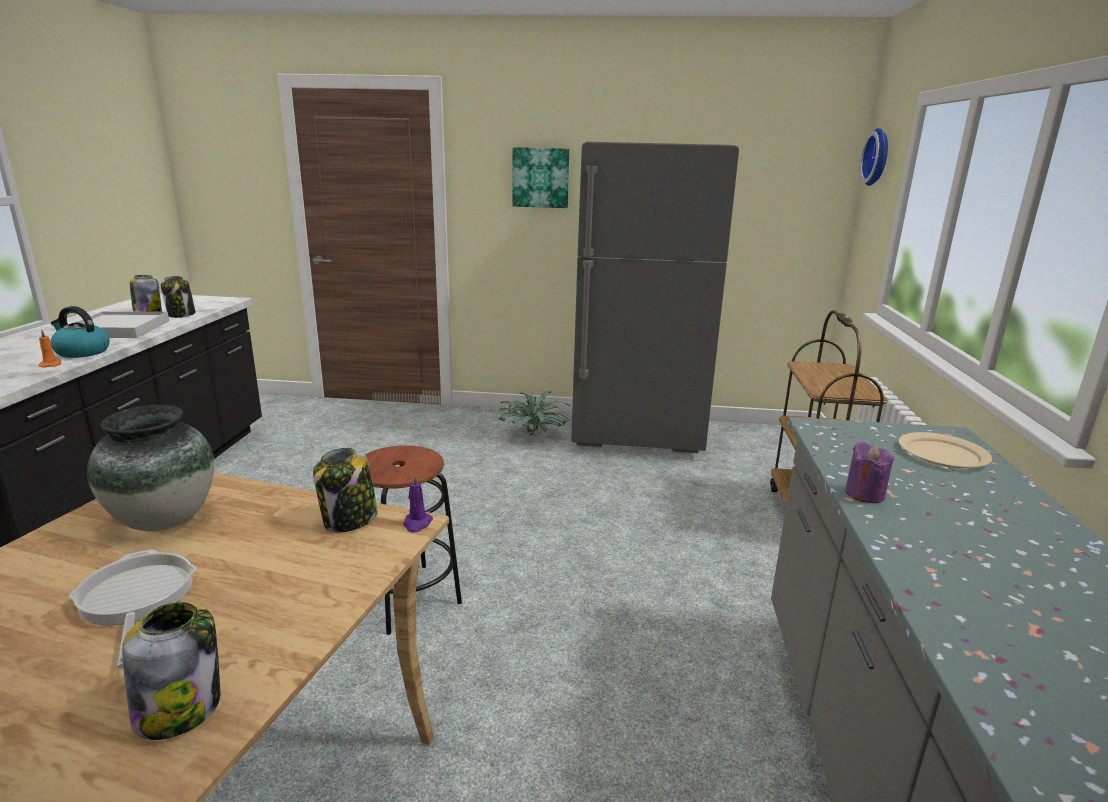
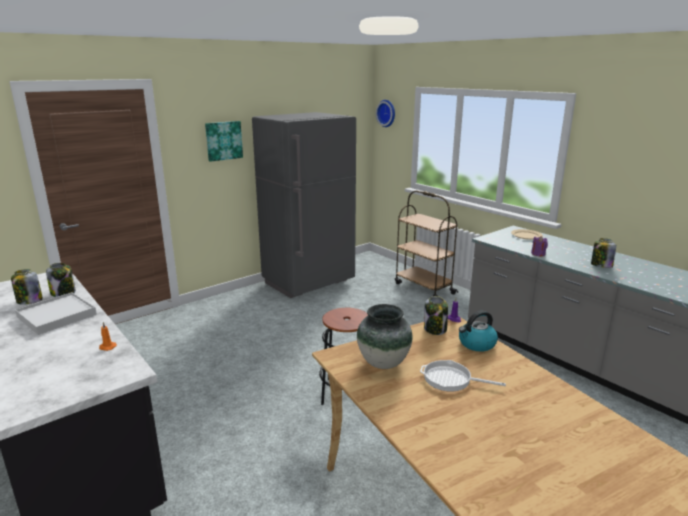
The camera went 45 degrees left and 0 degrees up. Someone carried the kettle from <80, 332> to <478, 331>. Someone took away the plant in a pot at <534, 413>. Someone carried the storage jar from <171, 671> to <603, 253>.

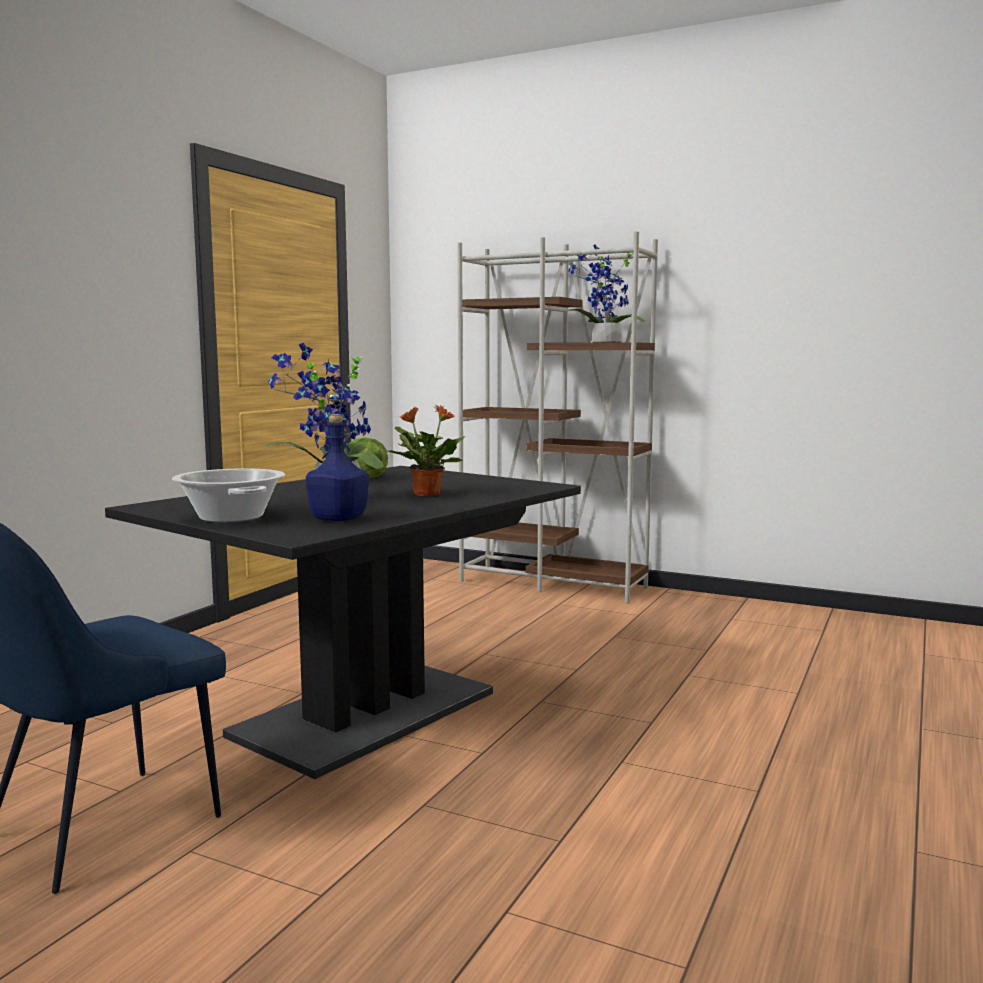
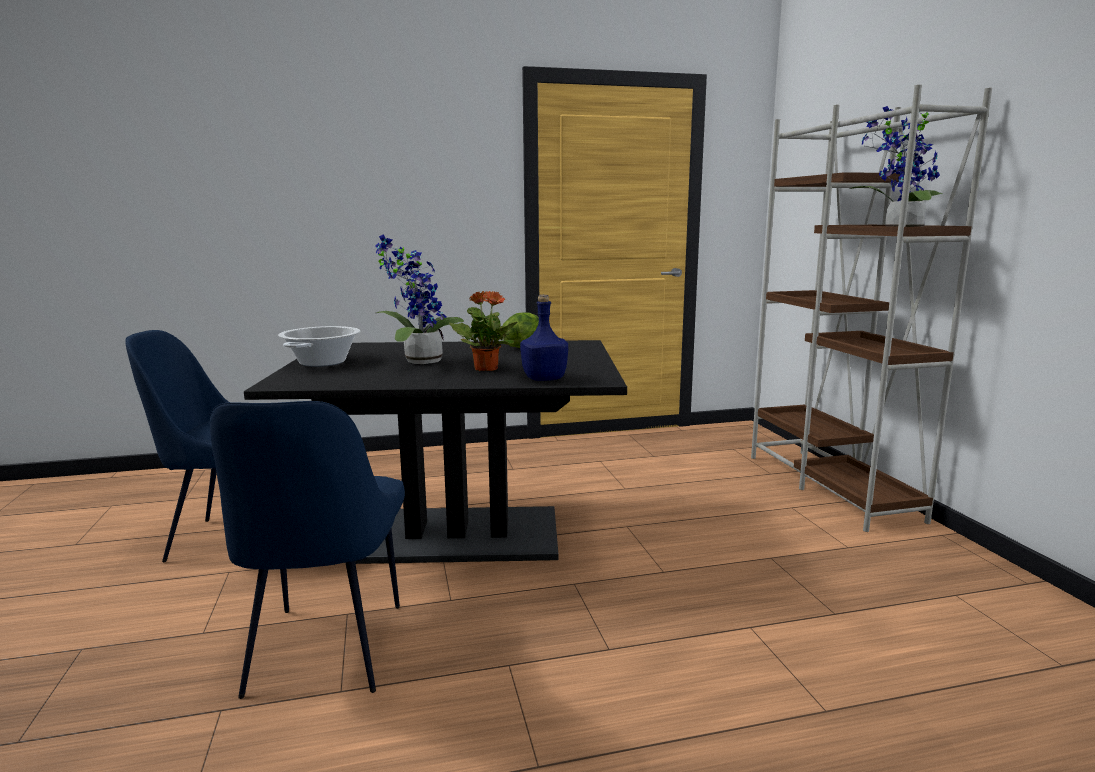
The camera went 50 degrees right and 5 degrees up. Someone carried the blue-coloured beverage bottle from <337, 467> to <544, 338>. Someone put down the blue-coloured plain chair at <307, 550>.

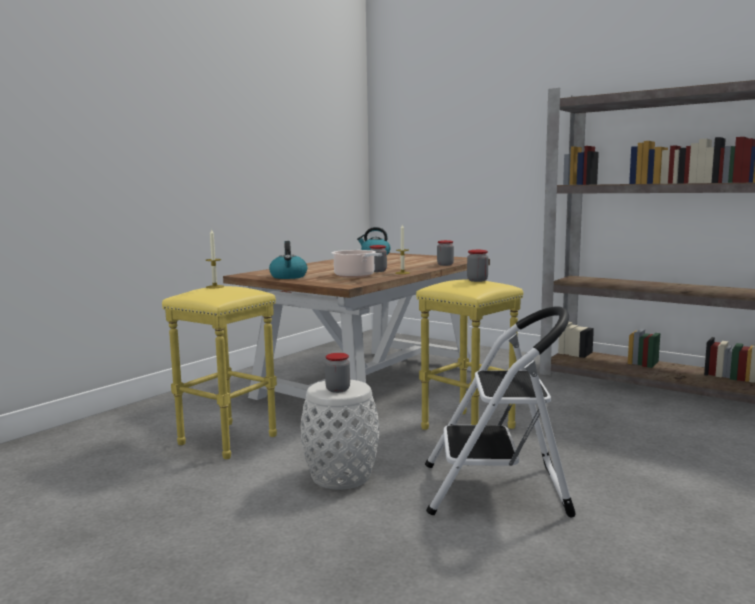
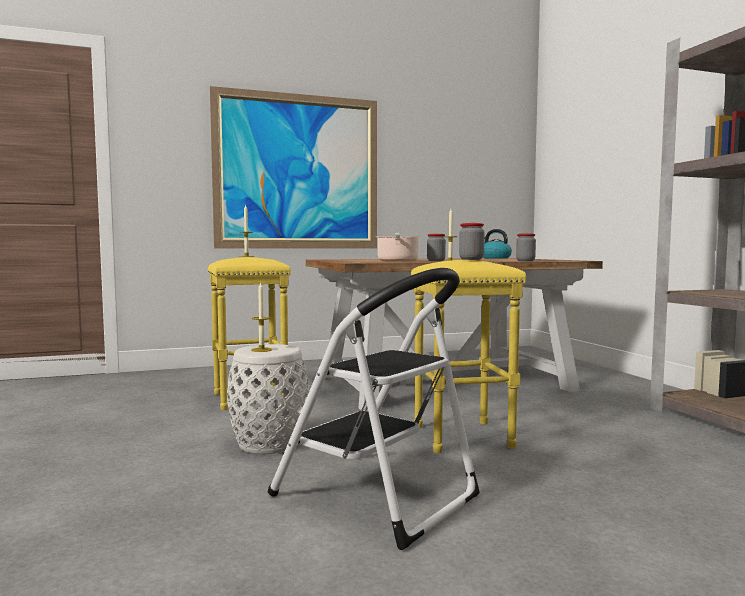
The camera went 35 degrees right and 5 degrees down. Someone took away the kettle at <288, 260>. Someone swapped the storage jar at <337, 373> for the wax light at <262, 317>. Someone put up the wall picture at <293, 167>.

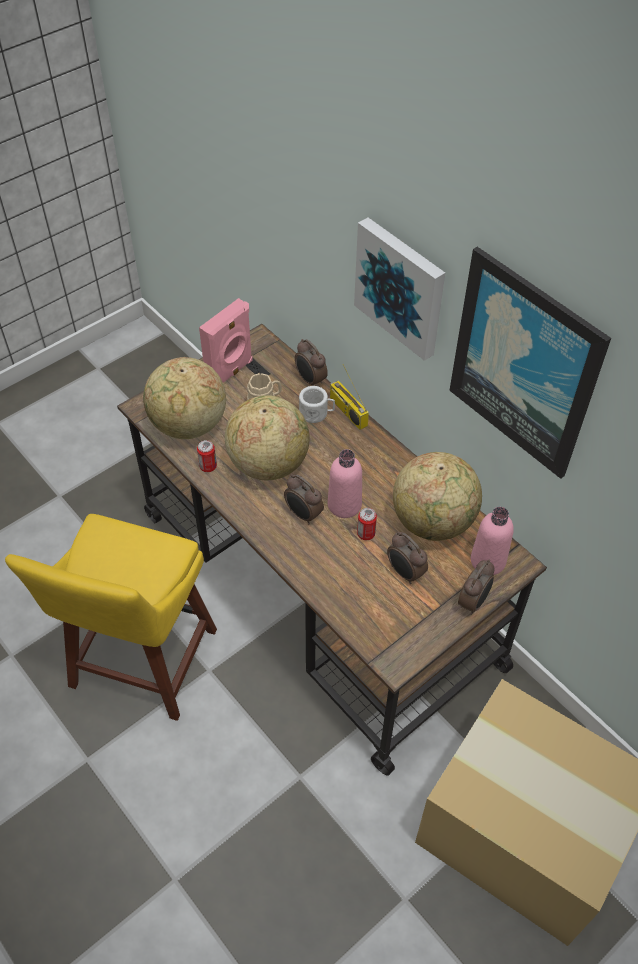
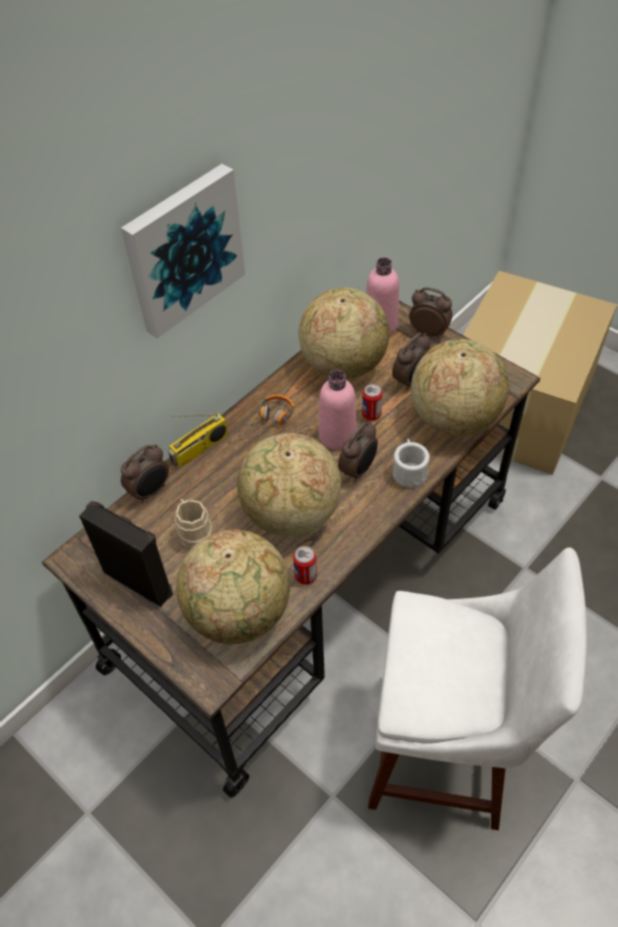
The camera went 95 degrees left and 0 degrees up. Someone took away the wall picture at <530, 363>. Someone repainted the pinkish speaker at <226, 340>, which became the blackish speaker at <126, 554>. Someone carried the white-coloured tea mug from <317, 404> to <411, 463>. Someone repainted the yellowish plain chair at <111, 617>, which became the white-coloured plain chair at <477, 689>. Someone put down the desk globe at <460, 387>. Someone put down the headset at <265, 417>.

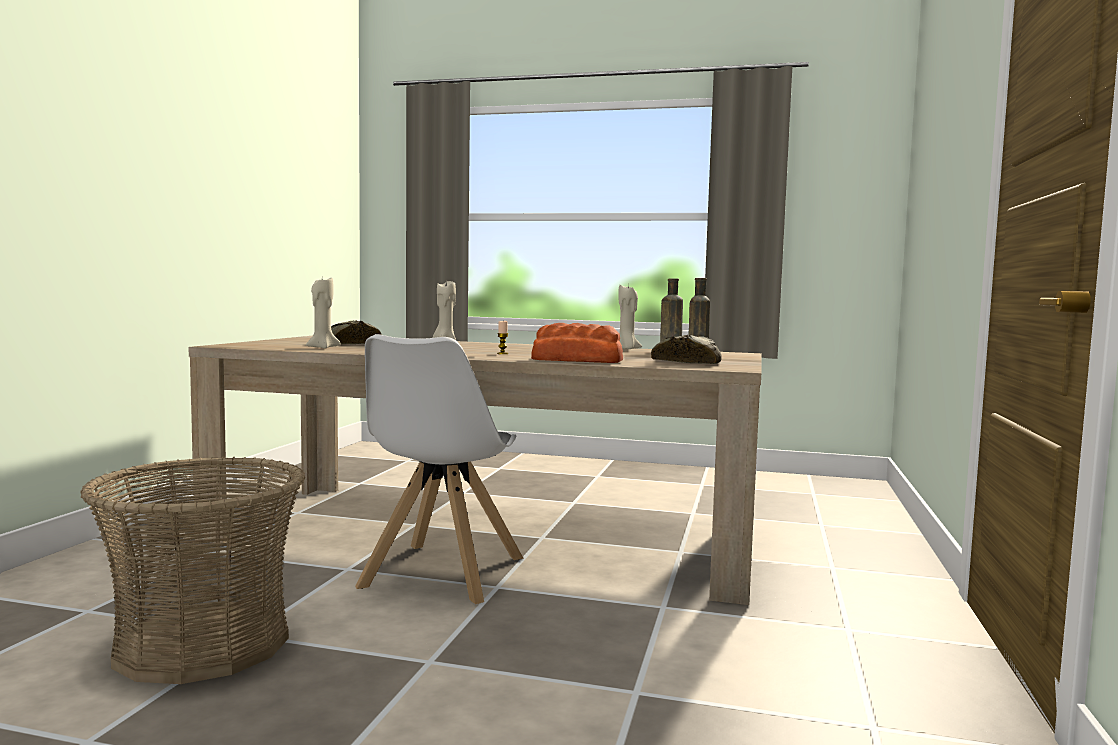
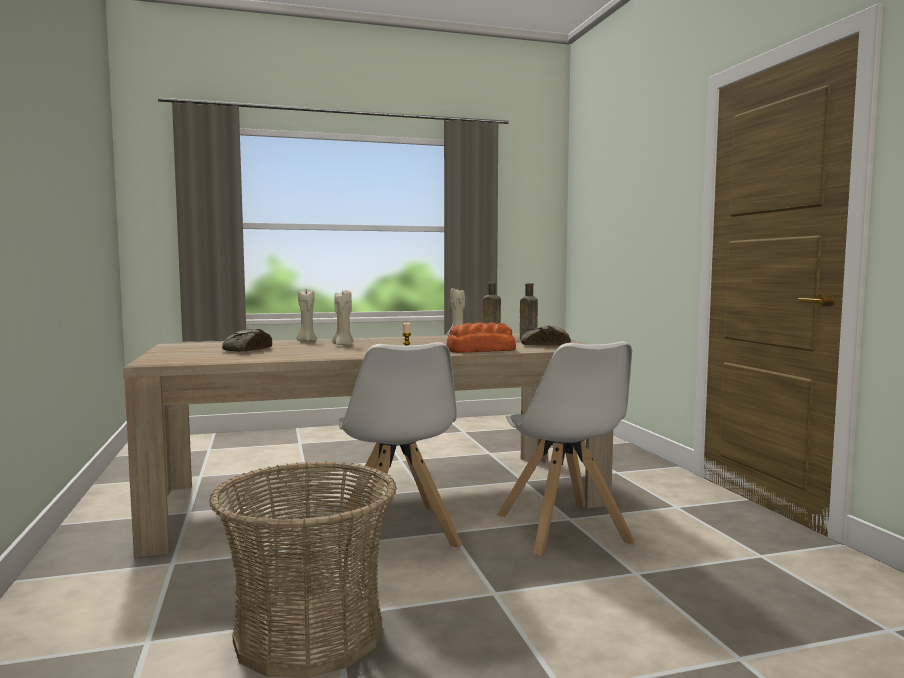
The camera went 30 degrees left and 0 degrees up. Someone carried the beige wax light from <323, 313> to <342, 318>. Someone put down the plain chair at <566, 448>.

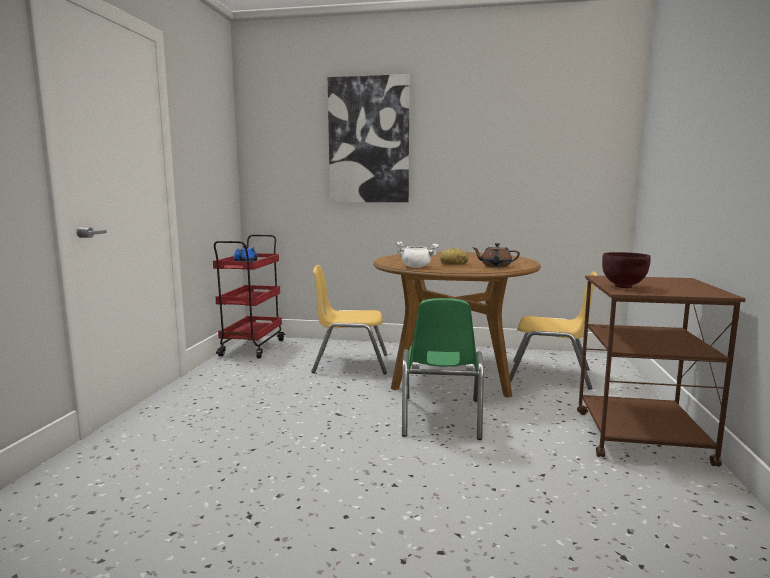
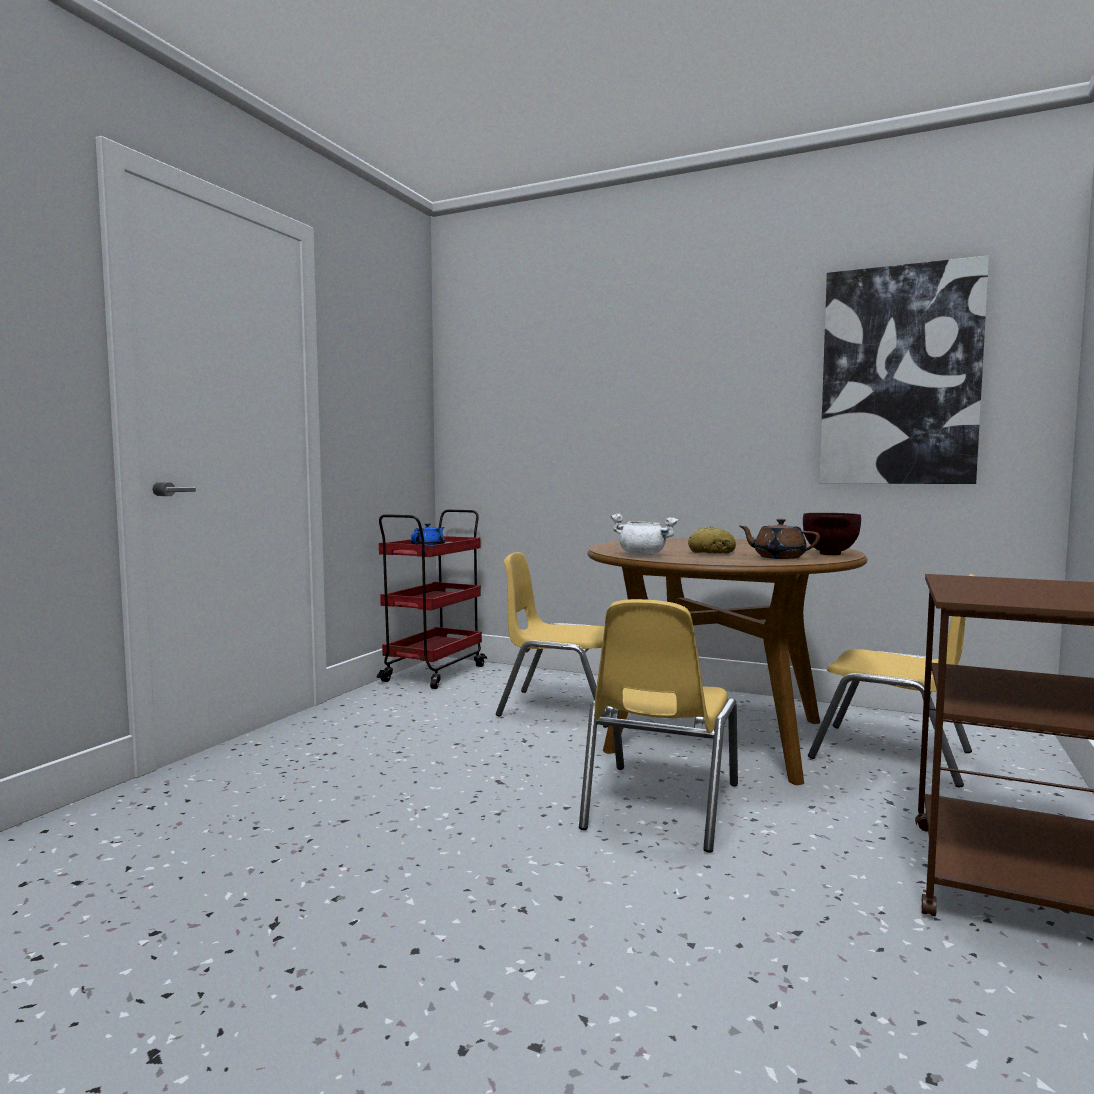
The camera went 15 degrees right and 5 degrees down. Someone carried the wall picture from <369, 138> to <904, 369>. Someone carried the brownish deep dish from <626, 270> to <832, 534>. Someone repainted the green-coloured plain chair at <443, 369>, which became the yellowish plain chair at <658, 726>.

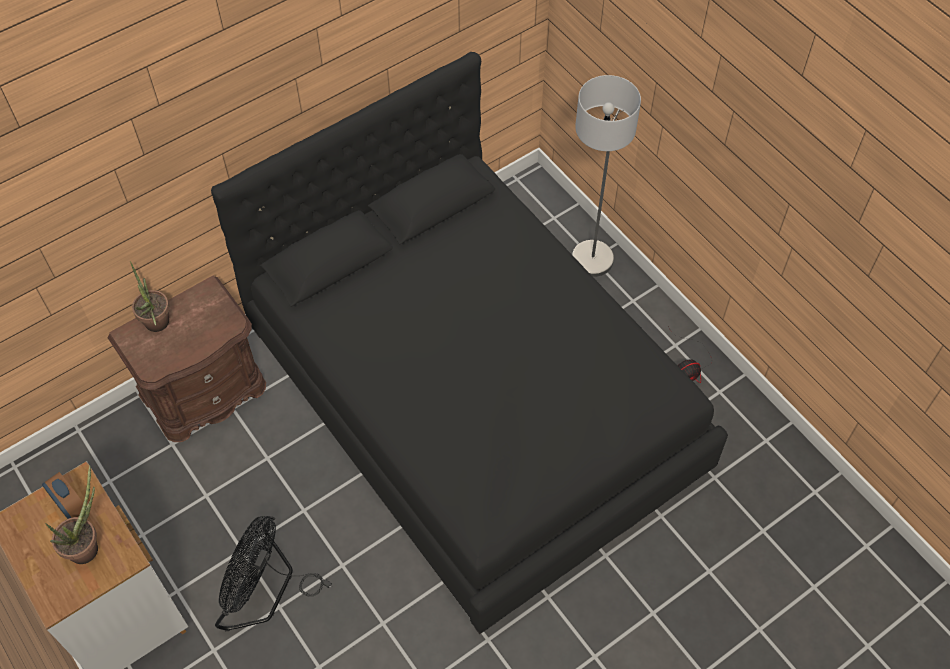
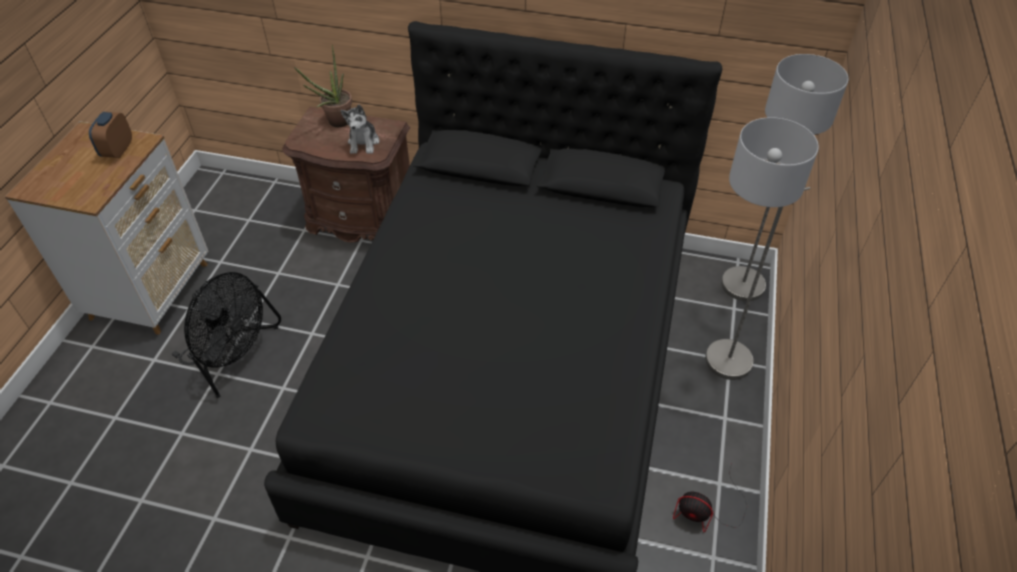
The camera went 50 degrees right and 10 degrees down. Someone took away the plant in a pot at <71, 514>. Someone rotated the blackish electric fan at <273, 574> by 135 degrees clockwise. Someone put down the grey standing lamp at <784, 177>. Someone put down the soft toy at <359, 129>.

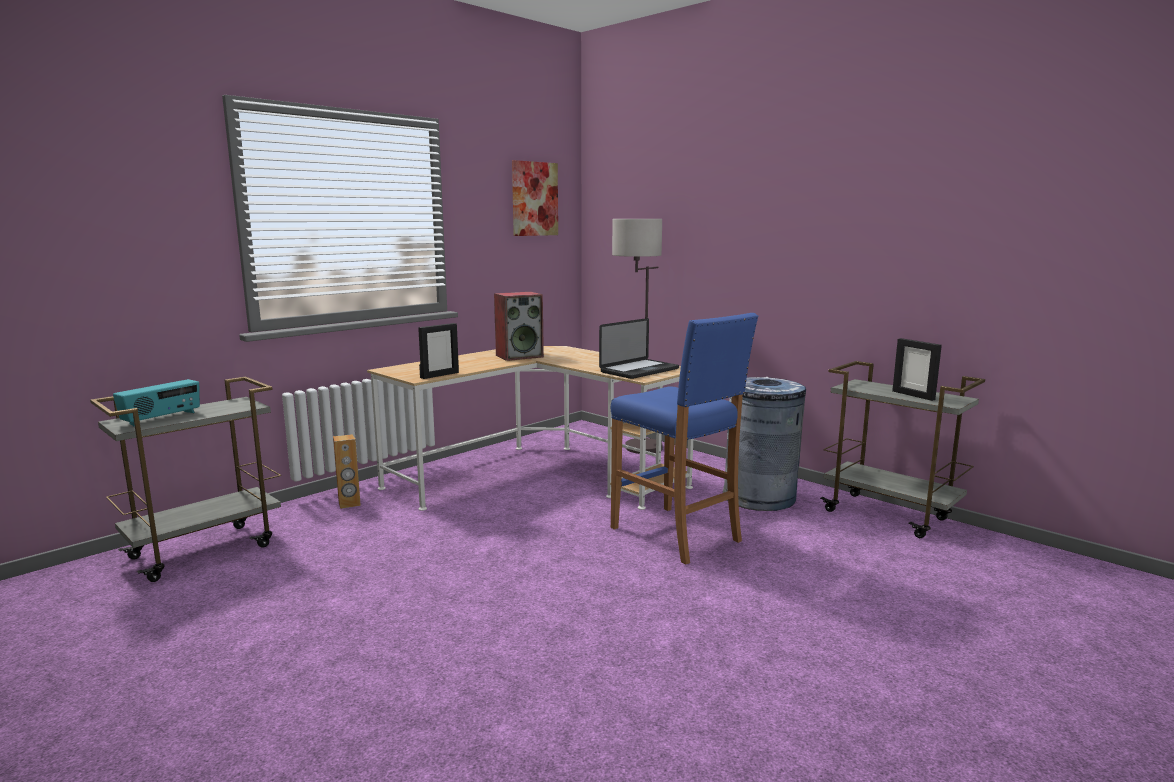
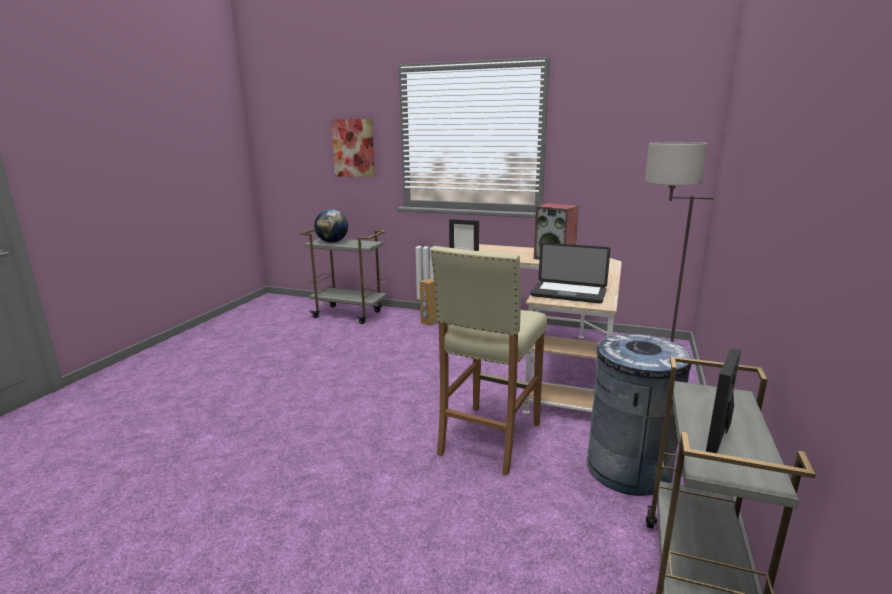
The camera went 65 degrees right and 5 degrees up. Someone carried the wall picture from <535, 198> to <353, 148>. Someone repainted the blue-coloured stool at <684, 438>, which became the beige stool at <489, 361>. Someone swapped the radio set at <156, 402> for the desk globe at <331, 226>.

